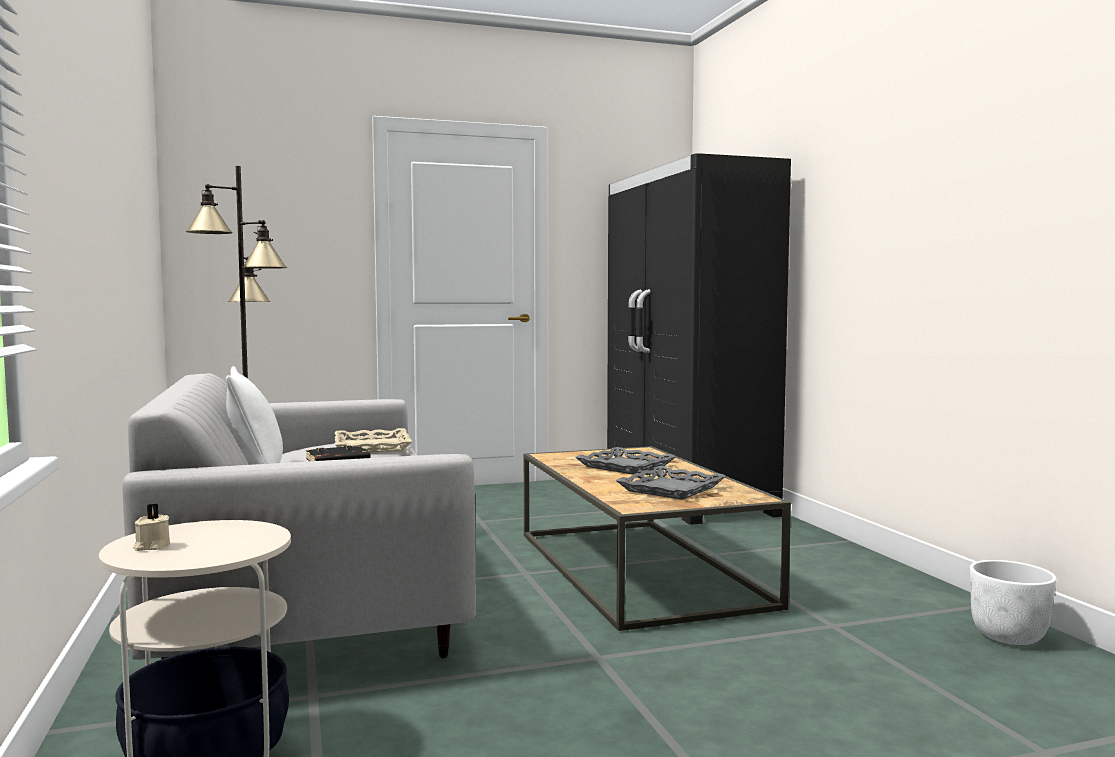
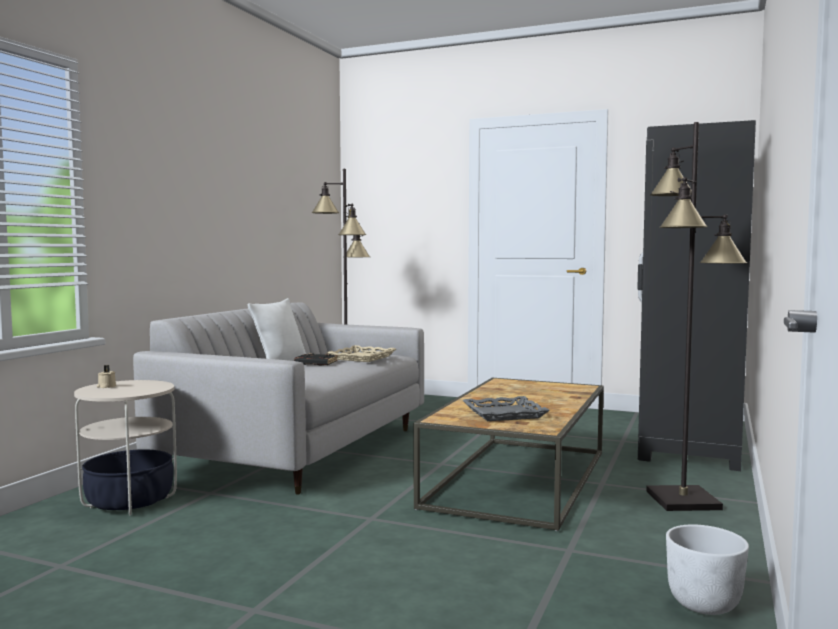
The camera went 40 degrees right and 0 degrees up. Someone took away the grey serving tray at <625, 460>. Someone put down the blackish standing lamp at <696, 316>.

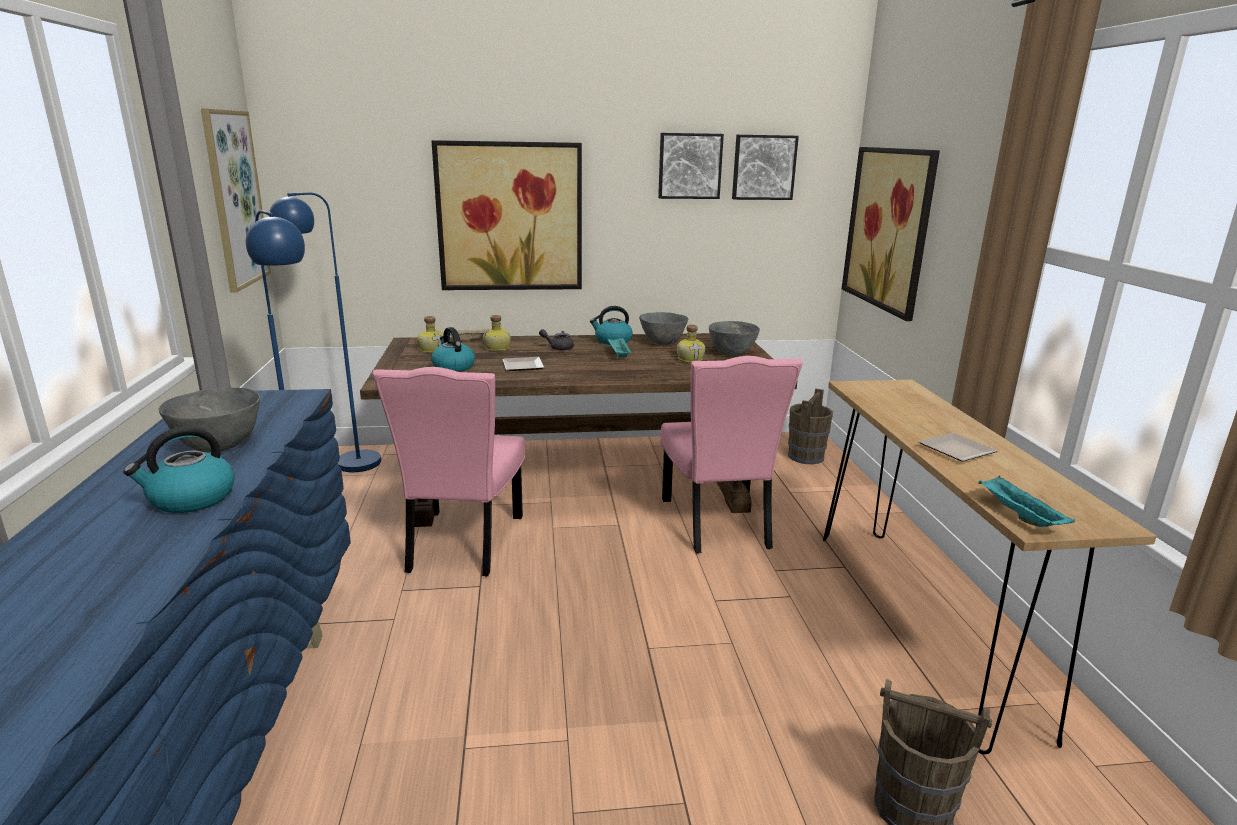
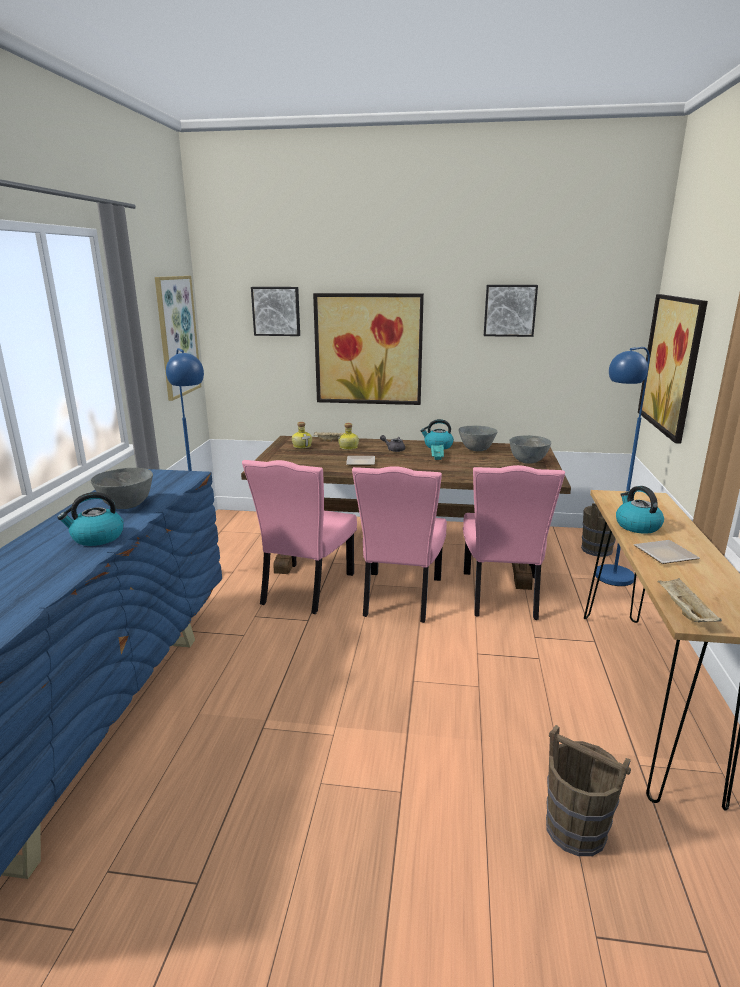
The camera went 15 degrees right and 0 degrees up. Someone carried the wall picture from <765, 167> to <275, 311>. Someone carried the blue-coloured standing lamp from <325, 332> to <622, 466>. Someone took away the beverage bottle at <691, 343>. Someone carried the kettle from <453, 349> to <640, 510>. Someone repainted the blue-green serving tray at <1026, 501>, which became the beige serving tray at <690, 600>. Someone put down the pinkish plain chair at <399, 544>.

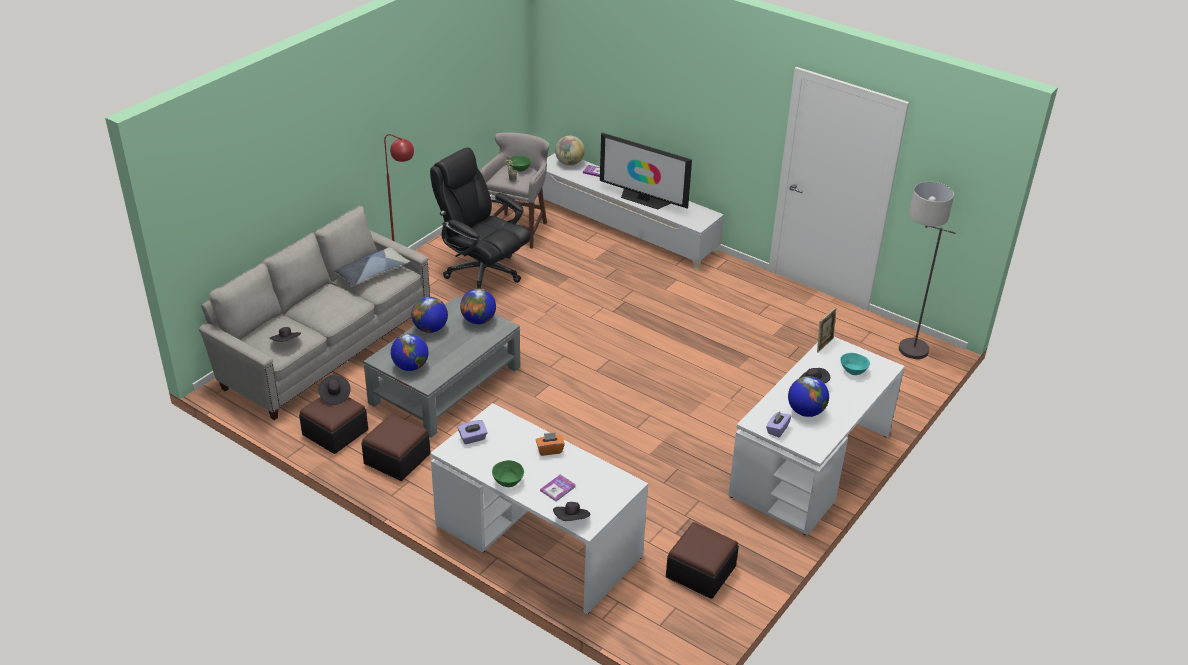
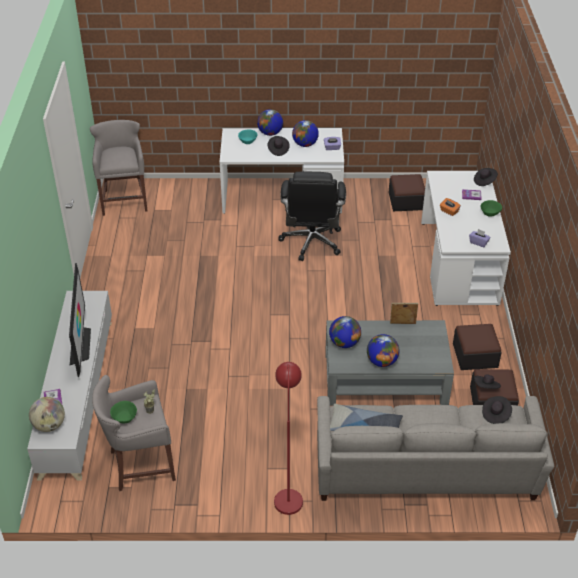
The camera went 125 degrees left and 5 degrees up. Someone carried the blackish desk chair from <480, 218> to <312, 216>. Someone swapped the grey standing lamp at <927, 270> for the grey stool at <118, 168>. Someone carried the picture frame from <827, 330> to <404, 313>. Someone carried the desk globe from <410, 352> to <270, 122>.

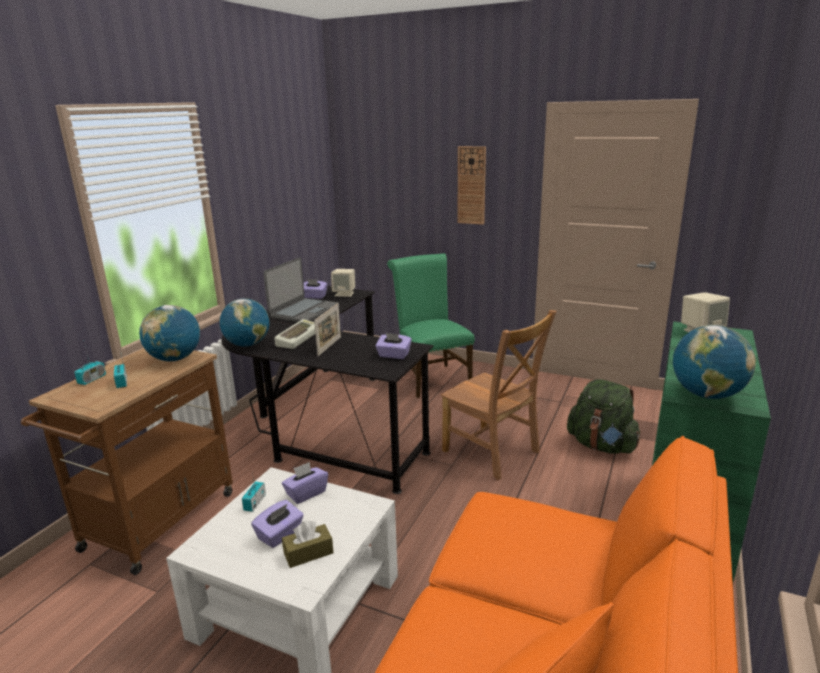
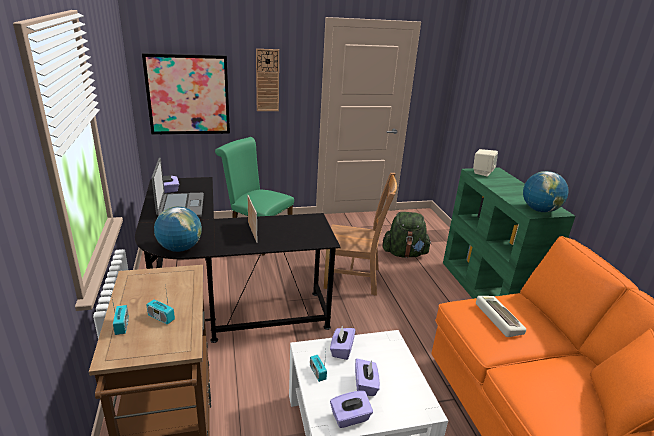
The camera went 40 degrees left and 5 degrees up. Someone took away the beige speaker at <343, 283>. Someone took away the desk globe at <169, 333>. Someone carried the PC keyboard from <294, 334> to <501, 316>. Someone carried the purple-coloured tissue box from <393, 346> to <351, 409>. Someone took away the brownish tissue box at <308, 544>. Someone put up the wall picture at <186, 94>.

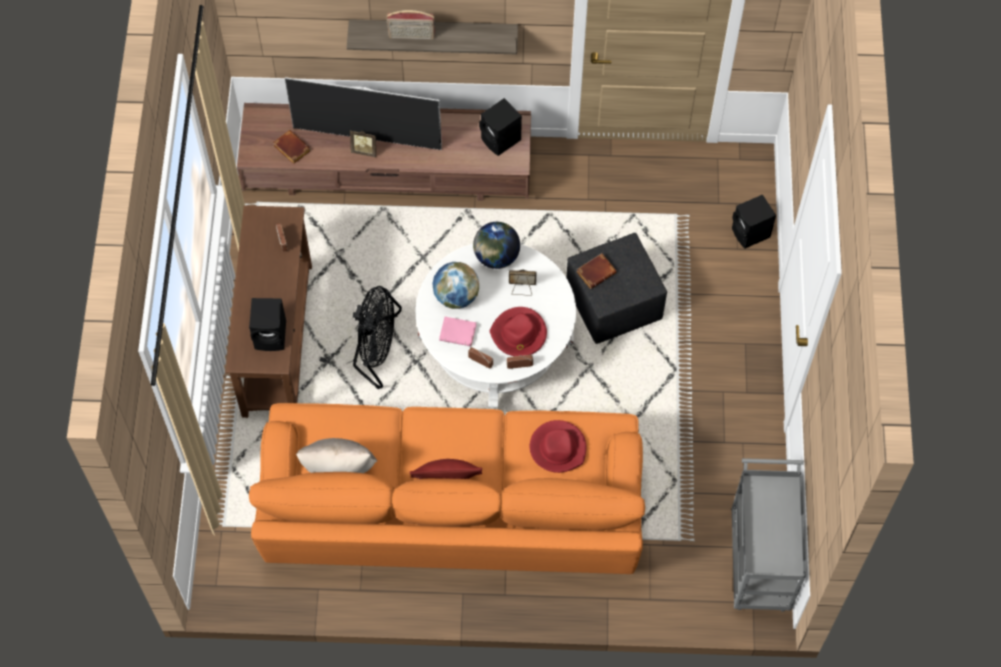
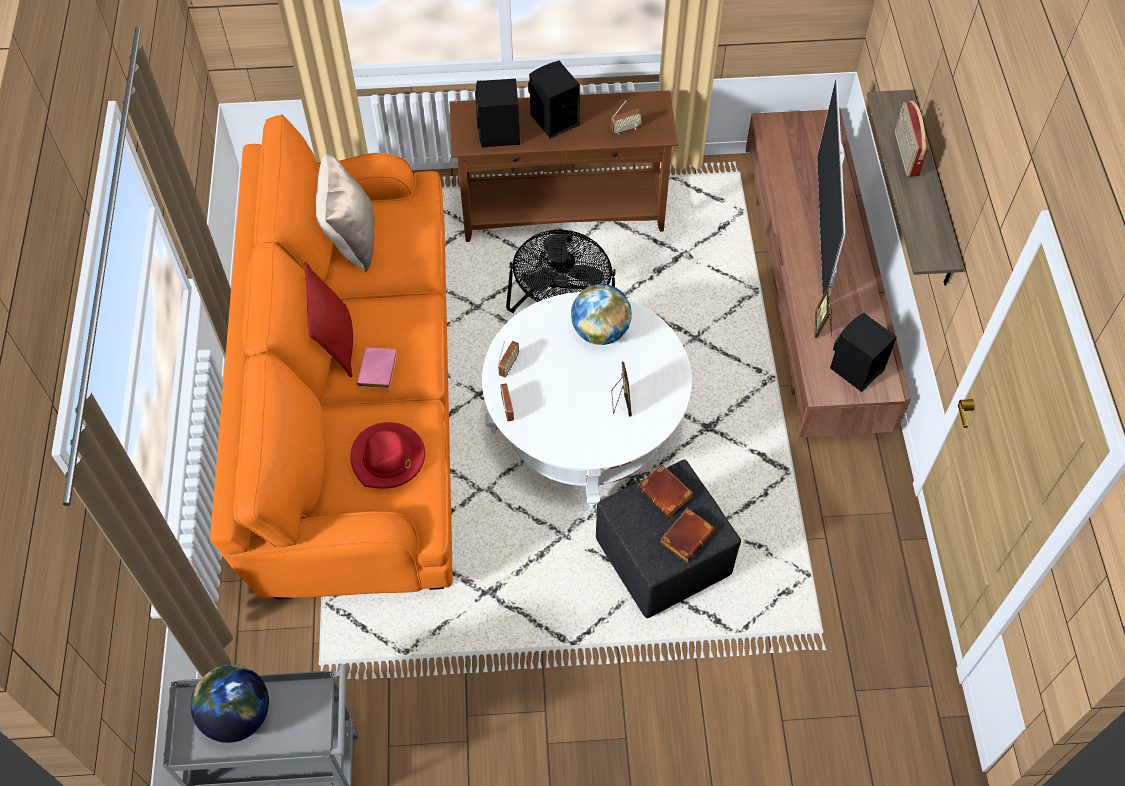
The camera went 85 degrees right and 5 degrees down. Someone carried the brownish book from <292, 147> to <687, 535>. Someone carried the picture frame from <363, 144> to <823, 312>. Someone carried the blackish speaker from <754, 221> to <554, 100>. Someone carried the desk globe from <496, 245> to <230, 704>. Someone took away the reddish wearable hat at <518, 331>. Someone carried the pinkish book from <457, 331> to <377, 368>.

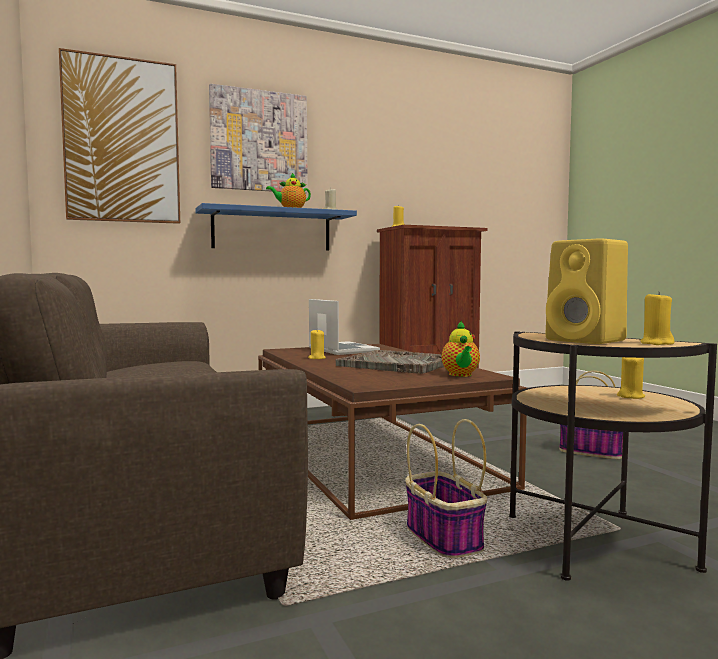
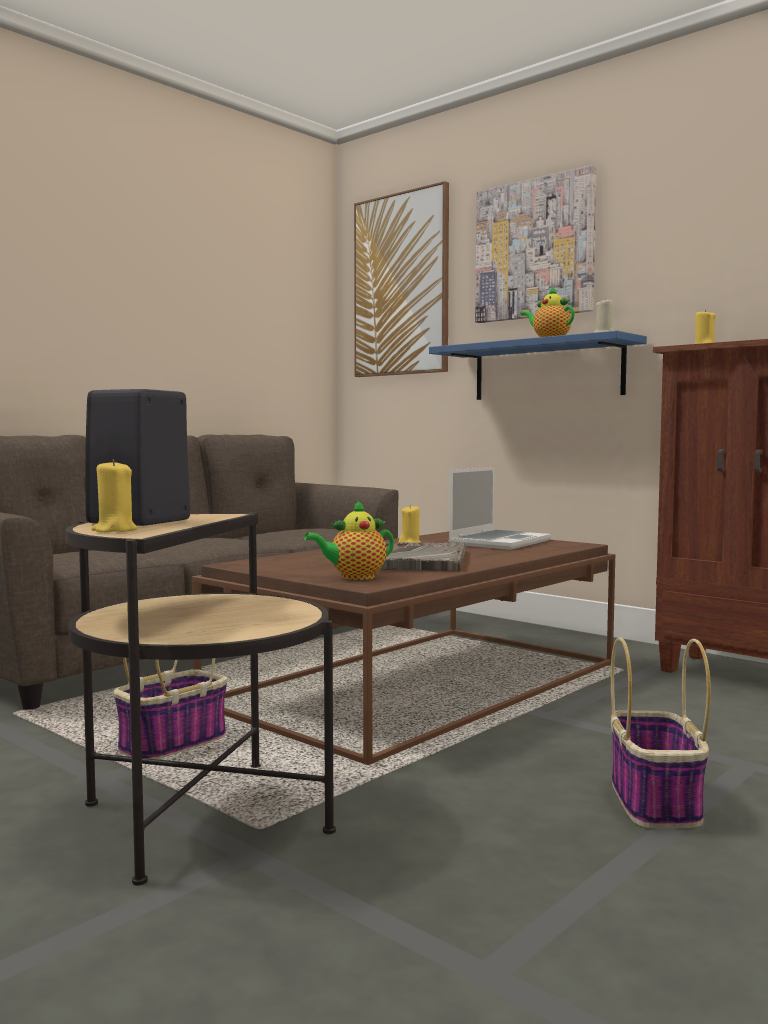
The camera went 65 degrees right and 0 degrees up. Someone repainted the yellowish speaker at <587, 291>, which became the blackish speaker at <137, 457>. Someone took away the yellowish wax light at <631, 378>.

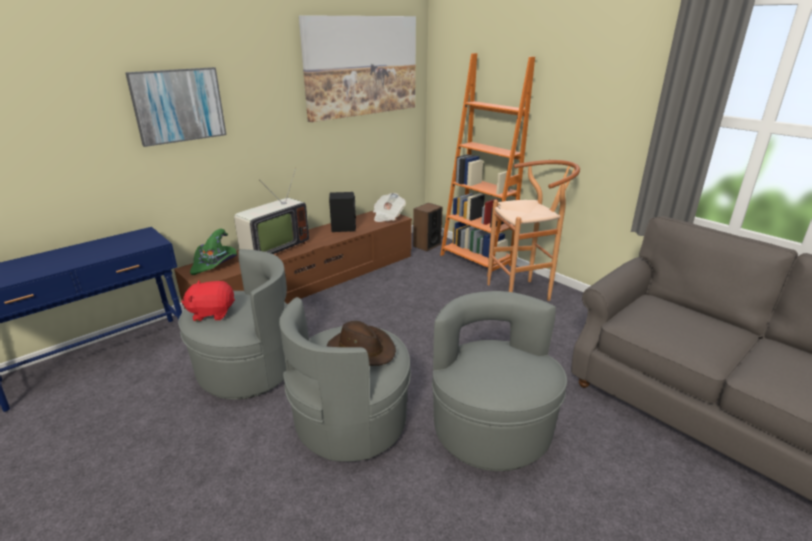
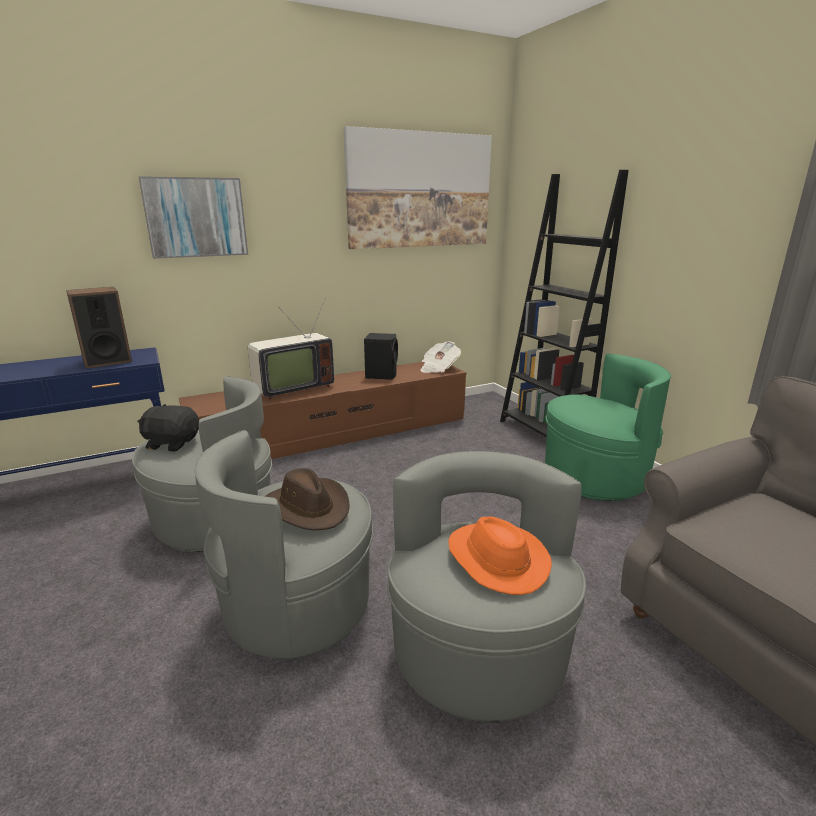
The camera went 15 degrees right and 5 degrees down. Someone repainted the orange shelving unit at <487, 164>, which became the blackish shelving unit at <564, 303>. Someone swapped the brownish stool at <533, 230> for the green-coloured lounge chair at <608, 427>. Someone carried the speaker from <427, 227> to <99, 328>. Someone took away the green-coloured wearable hat at <213, 252>. Someone repainted the reddish soft toy at <208, 300>, which became the blackish soft toy at <168, 428>. Someone put down the orange wearable hat at <500, 556>.

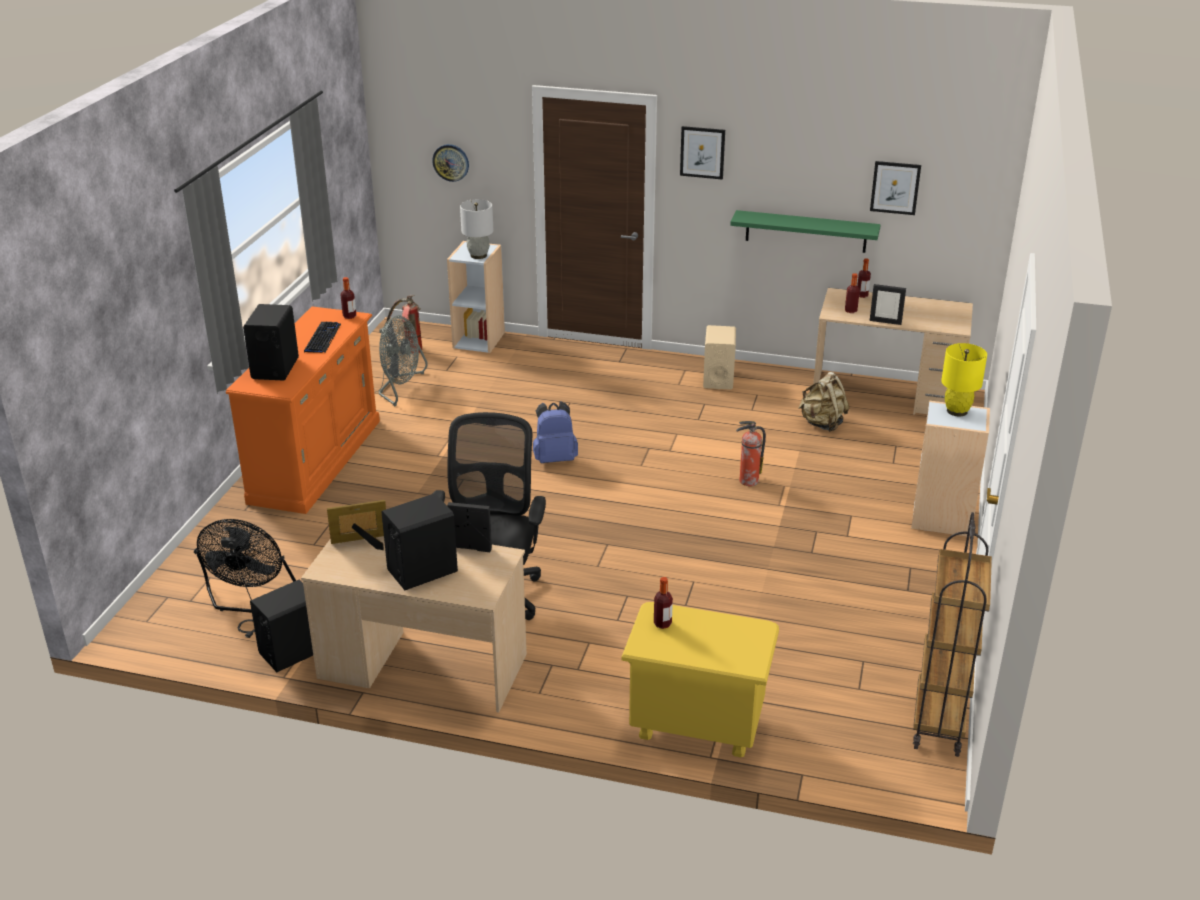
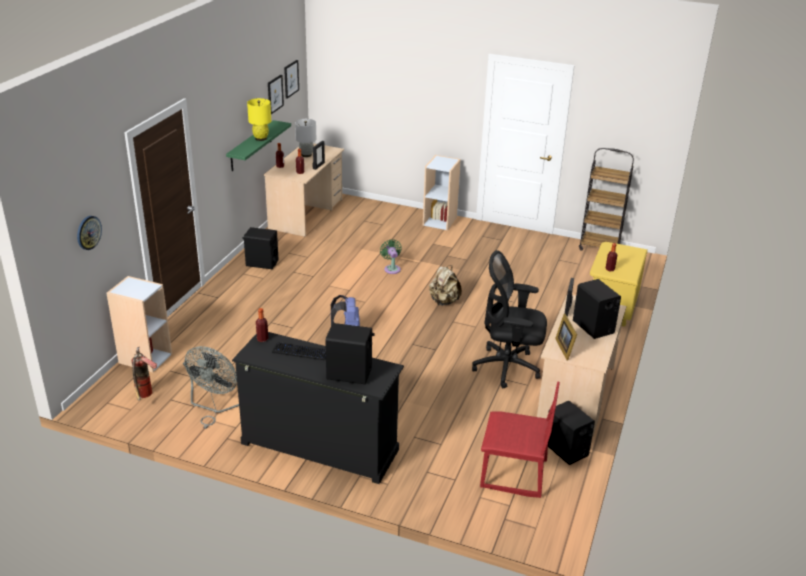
The camera went 85 degrees left and 0 degrees up. Someone carried the wall picture from <702, 153> to <291, 79>. Someone carried the white-coloured tabletop lamp from <476, 229> to <305, 138>. Someone repainted the orange storage cabinet at <303, 410>, which became the blackish storage cabinet at <318, 408>. Someone repainted the beige speaker at <719, 357>, which became the blackish speaker at <260, 248>. Someone carried the yellowish tabletop lamp from <964, 380> to <259, 119>. Someone carried the beige rucksack from <823, 402> to <445, 285>. Someone swapped the fire extinguisher at <751, 453> for the green-coloured electric fan at <391, 256>. Someone swapped the blackish electric fan at <245, 578> for the reddish plain chair at <520, 440>.

